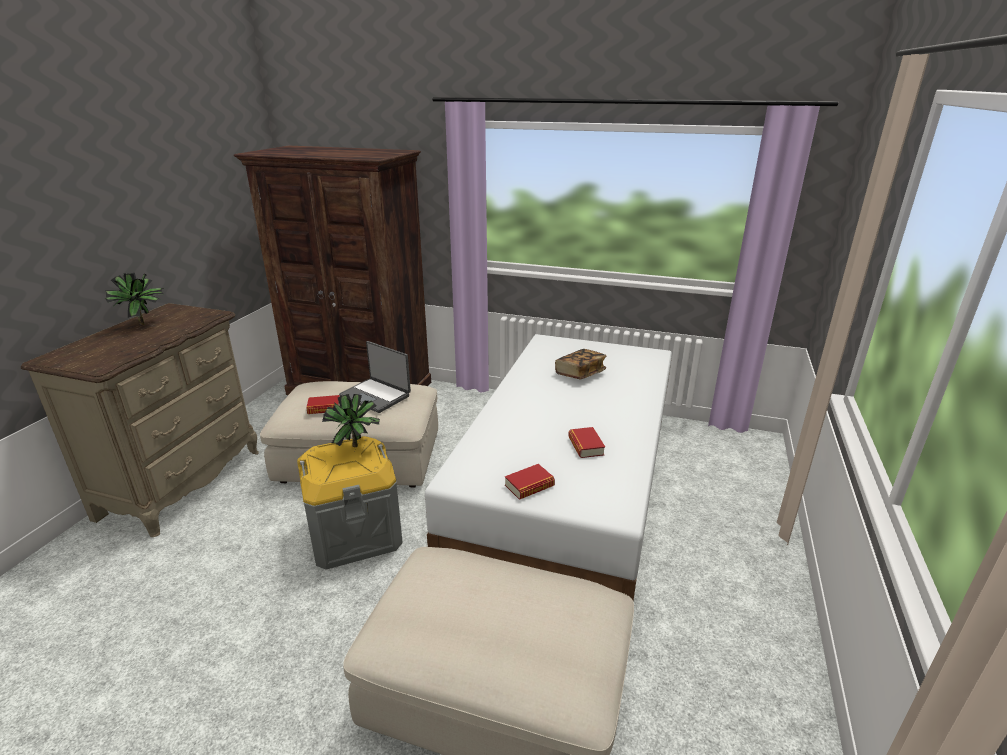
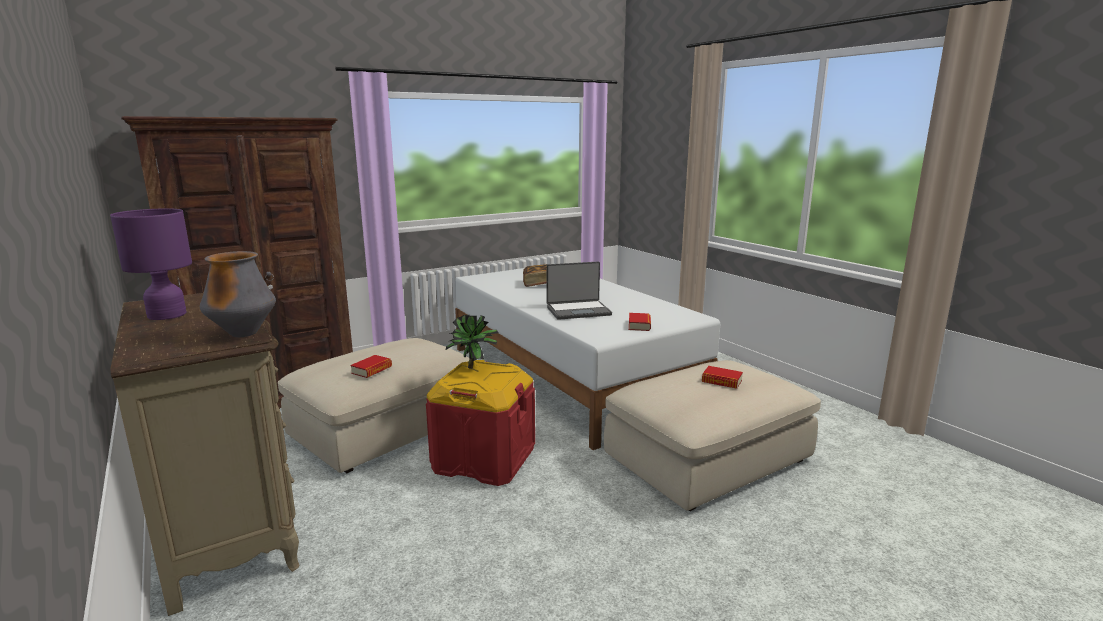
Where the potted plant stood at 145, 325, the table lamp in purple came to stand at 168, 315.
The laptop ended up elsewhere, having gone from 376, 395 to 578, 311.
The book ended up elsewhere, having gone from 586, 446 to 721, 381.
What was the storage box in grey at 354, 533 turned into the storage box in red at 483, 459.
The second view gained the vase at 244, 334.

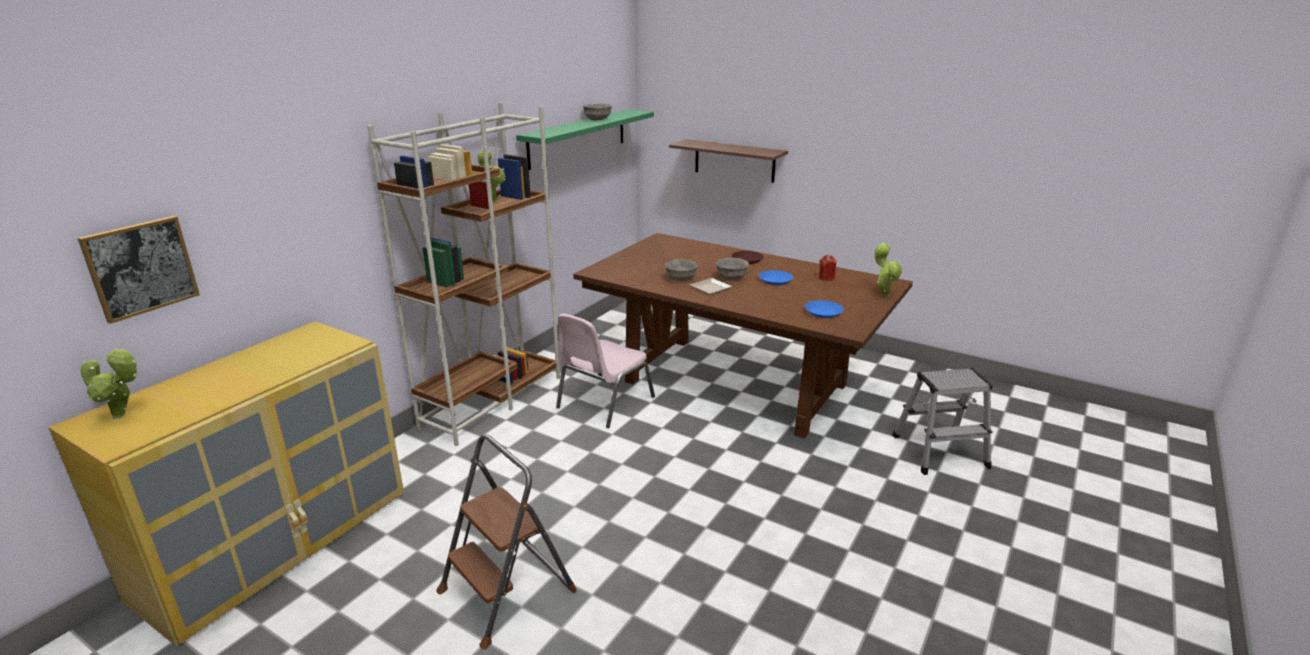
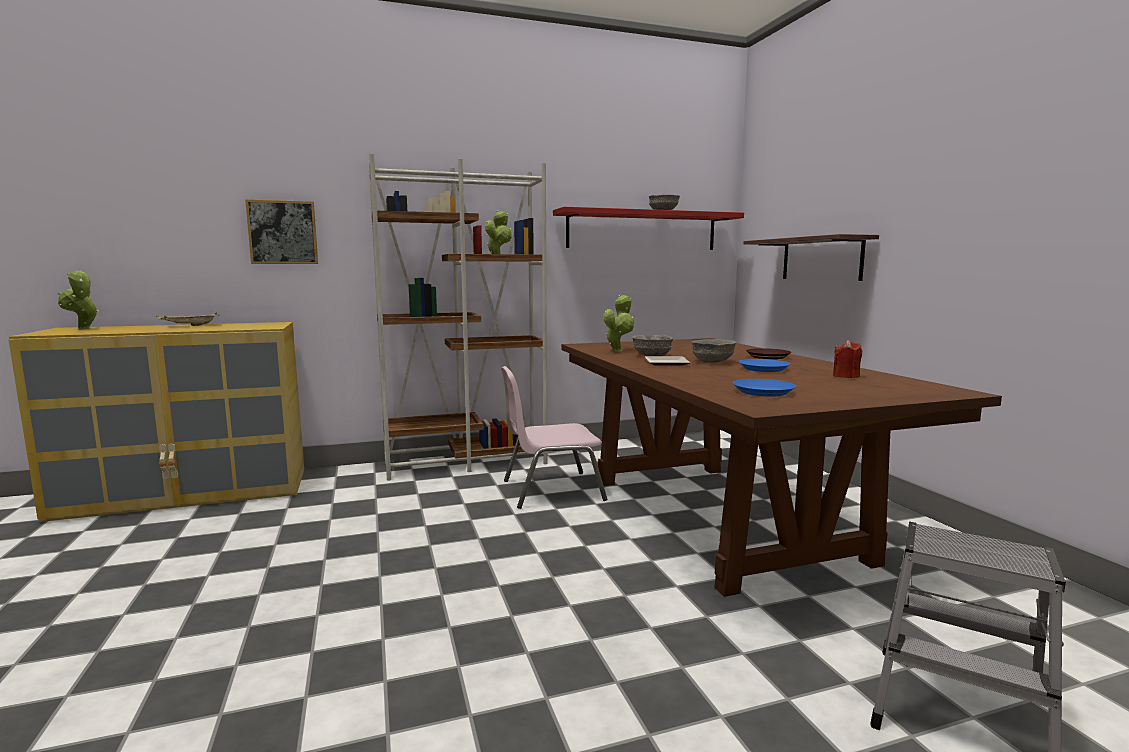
What was the shelf in green at 578, 138 turned into the shelf in red at 642, 230.
The picture ended up elsewhere, having gone from 141, 267 to 283, 232.
The potted plant ended up elsewhere, having gone from 884, 294 to 618, 350.
The second view lost the step ladder in brown at 512, 588.
The second view gained the tray in beige at 189, 326.

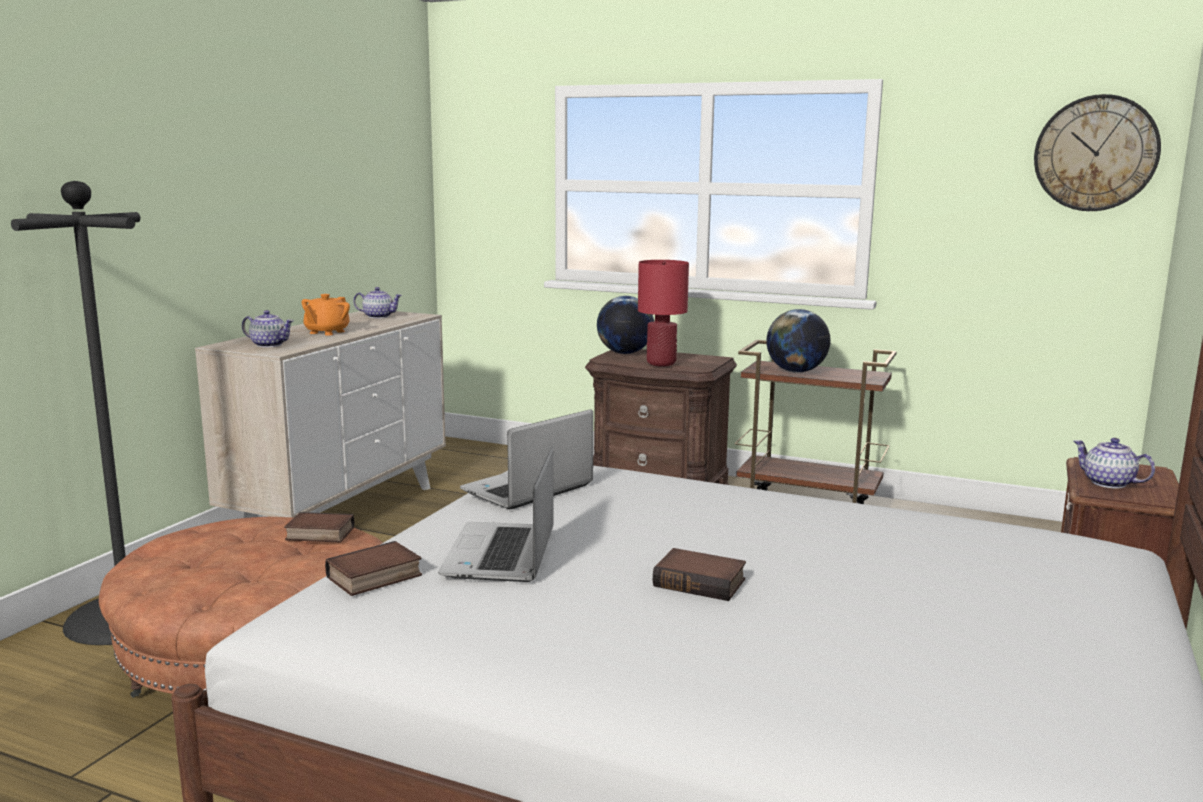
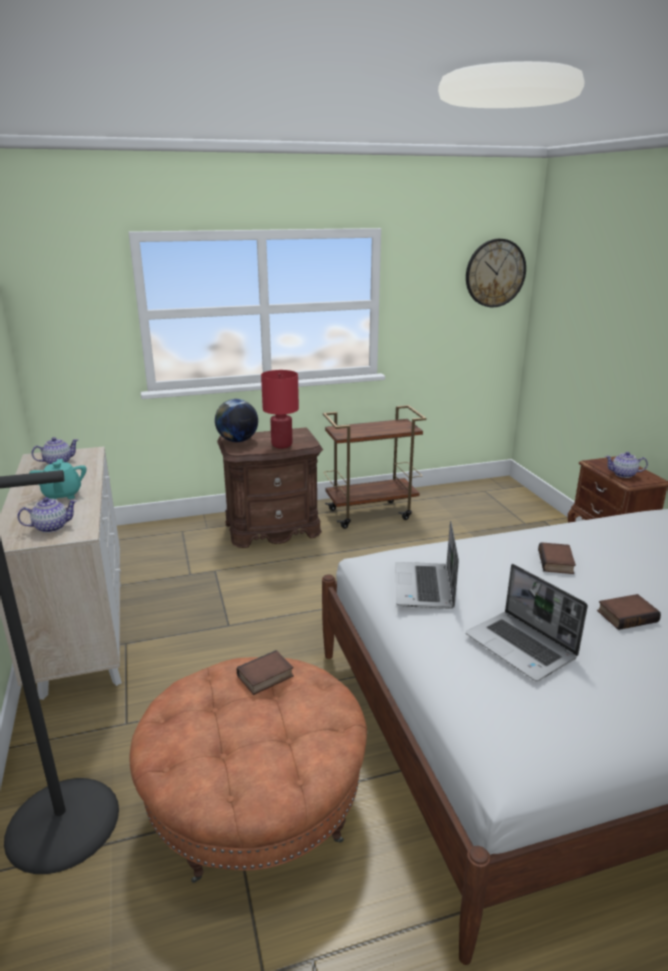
What was the teapot in orange at 326, 332 turned into the teapot in turquoise at 62, 495.
The second view lost the globe at 796, 371.
The book ended up elsewhere, having gone from 374, 577 to 557, 562.

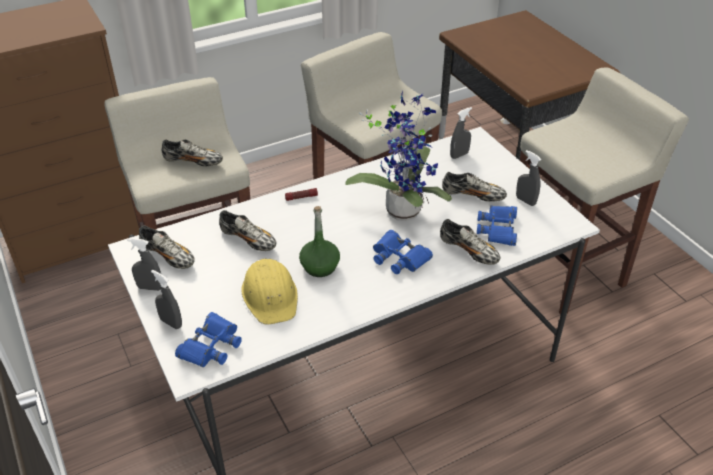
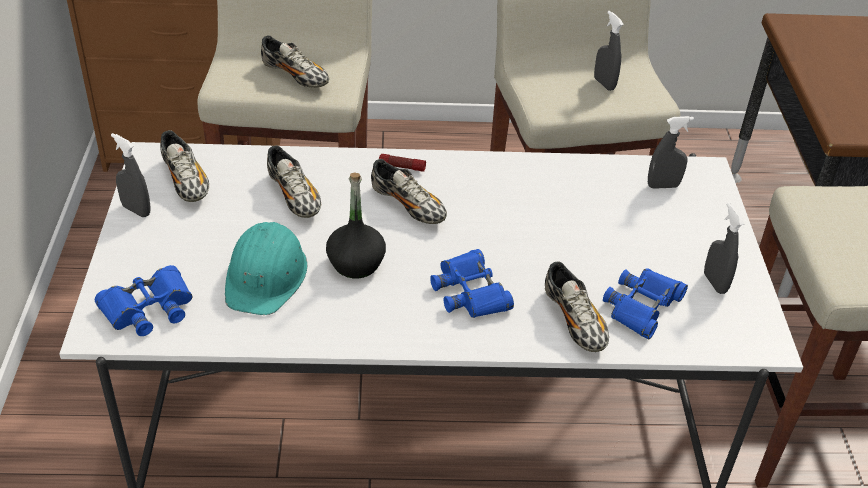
The second view lost the potted plant at 403, 208.
The shoe ended up elsewhere, having gone from 473, 195 to 408, 206.
What was the bottle in green at 319, 267 turned into the bottle in black at 355, 263.
What was the hard hat in yellow at 270, 296 turned into the hard hat in turquoise at 266, 276.
The spray bottle in grey ended up elsewhere, having gone from 171, 323 to 604, 84.

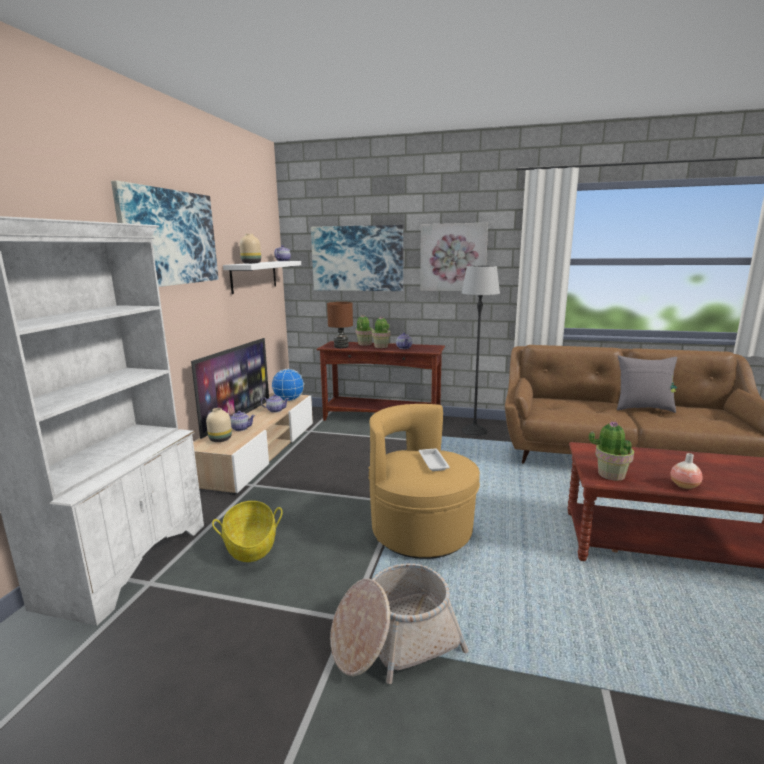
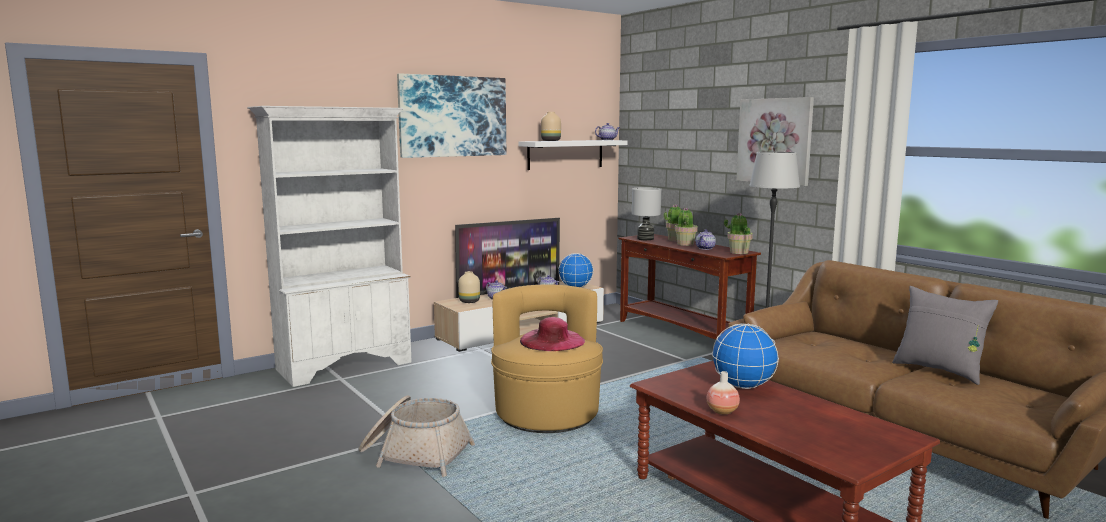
The second view lost the picture at 357, 258.
What was the table lamp in brown at 341, 347 turned into the table lamp in grey at 645, 239.
The potted plant ended up elsewhere, having gone from 610, 474 to 738, 252.
Where the tray in white stood at 433, 462, the hat in pink came to stand at 552, 340.
The second view lost the basket at 250, 545.
The second view gained the globe at 742, 386.

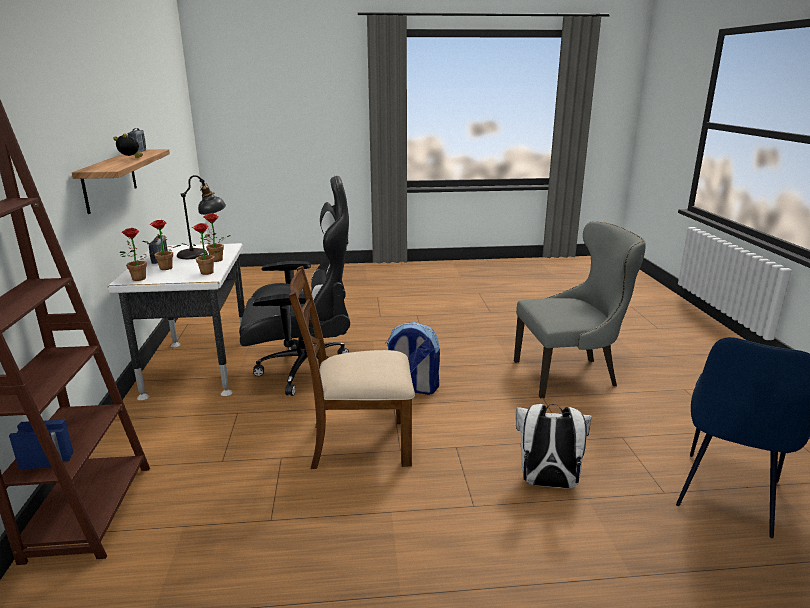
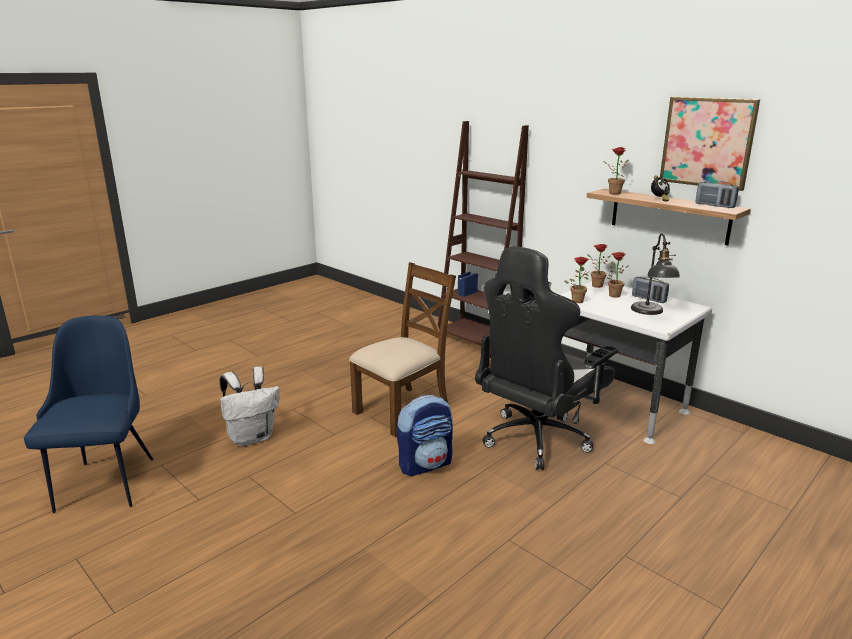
The potted plant ended up elsewhere, having gone from 216, 261 to 612, 193.
The second view lost the chair in grey at 569, 375.
The second view gained the picture at 707, 142.

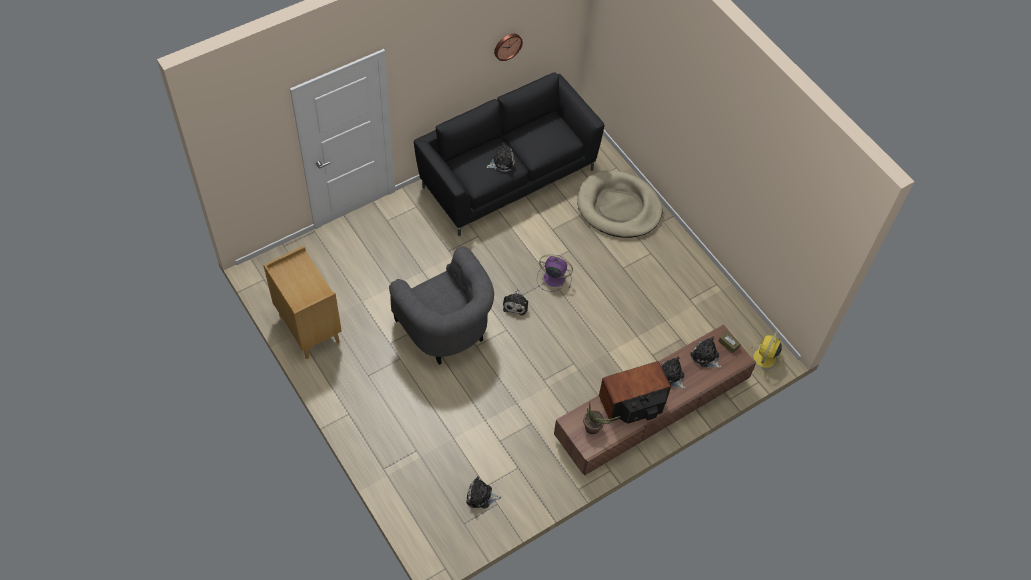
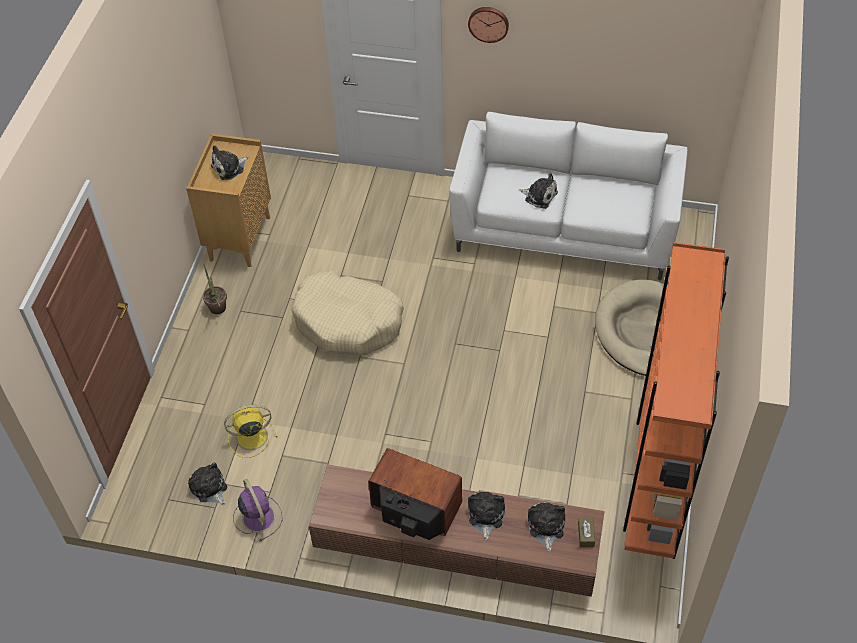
The wall clock ended up elsewhere, having gone from 507, 46 to 488, 23.
What was the sofa in black at 507, 177 turned into the sofa in white at 564, 230.
Where the armchair in grey stood at 444, 330, the dog bed in beige came to stand at 348, 322.
The fan in purple ended up elsewhere, having gone from 553, 278 to 258, 516.
The plush toy ended up elsewhere, having gone from 516, 304 to 229, 168.
The fan in yellow ended up elsewhere, having gone from 764, 359 to 250, 437.
The potted plant ended up elsewhere, having gone from 595, 429 to 218, 311.
The second view gained the bookcase in orange at 656, 480.

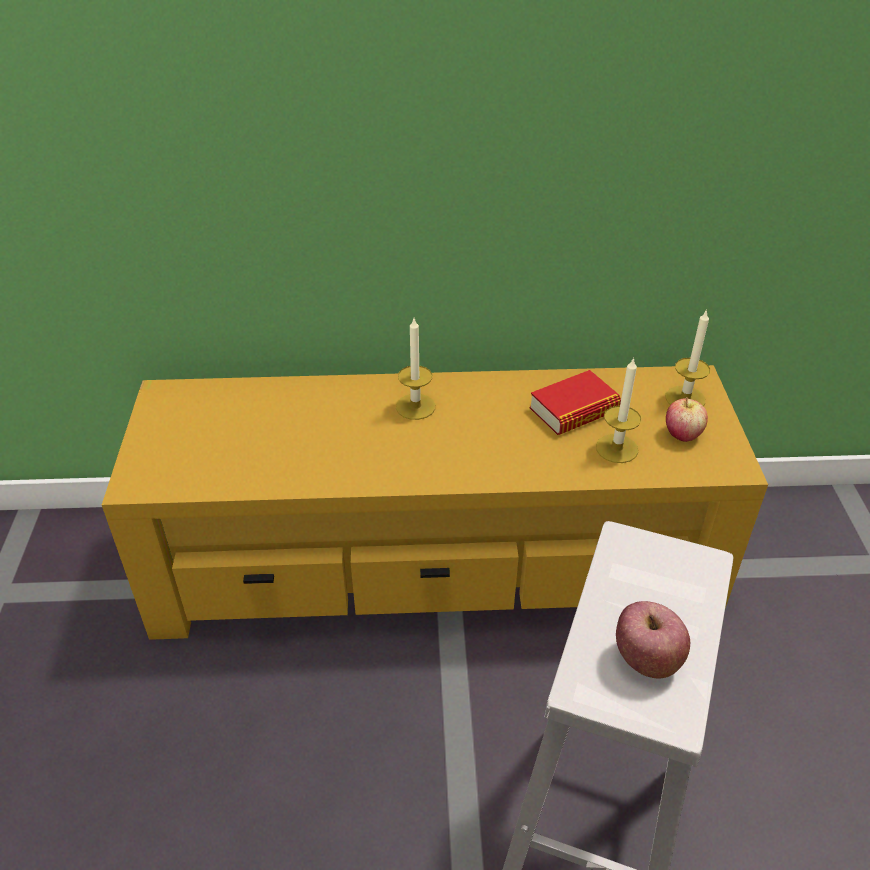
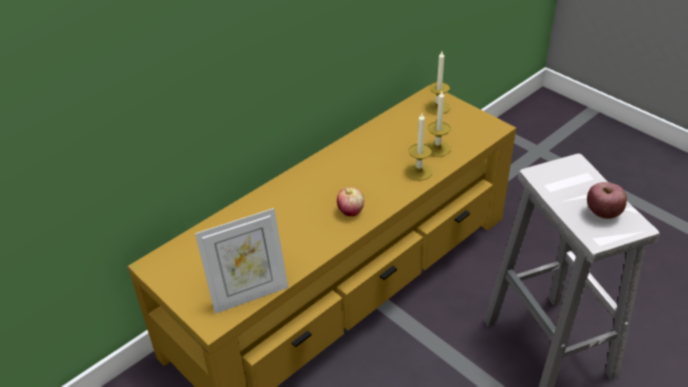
The candle ended up elsewhere, having gone from 415, 406 to 419, 171.
The second view lost the book at 574, 410.
The apple ended up elsewhere, having gone from 682, 434 to 350, 211.
The second view gained the picture frame at 249, 294.

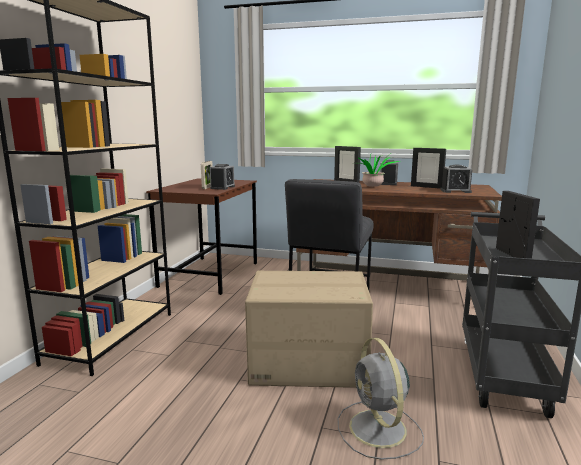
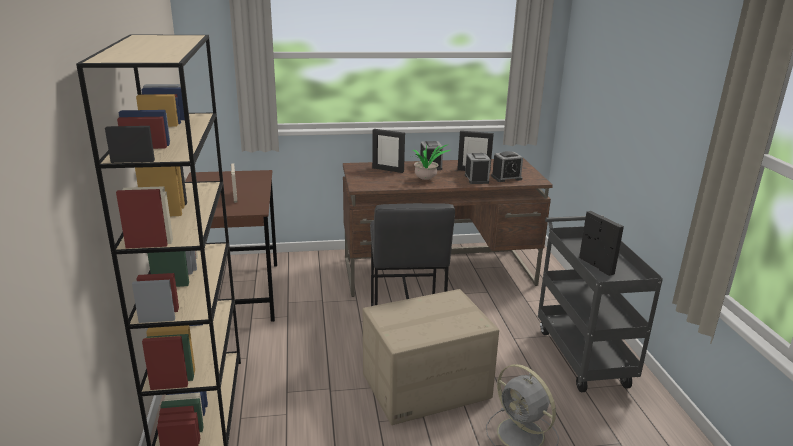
The alarm clock ended up elsewhere, having gone from 222, 187 to 476, 179.

